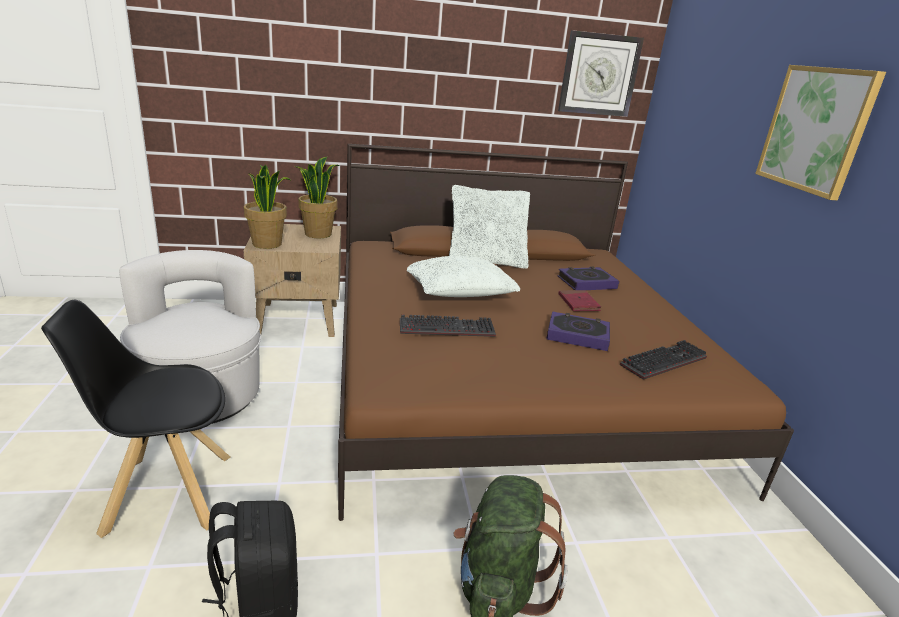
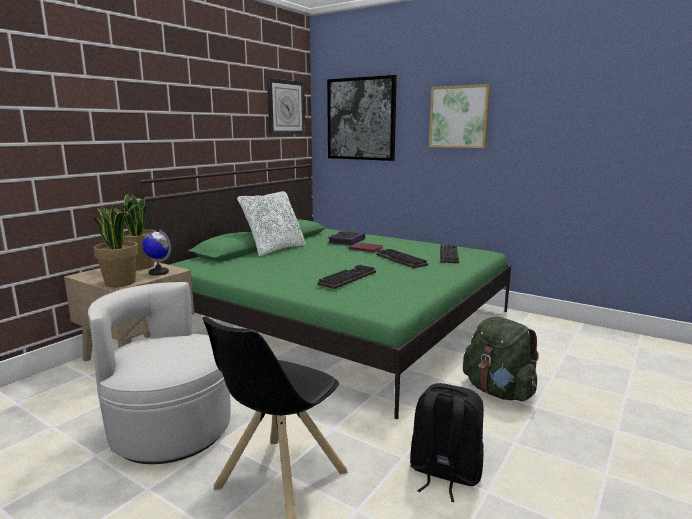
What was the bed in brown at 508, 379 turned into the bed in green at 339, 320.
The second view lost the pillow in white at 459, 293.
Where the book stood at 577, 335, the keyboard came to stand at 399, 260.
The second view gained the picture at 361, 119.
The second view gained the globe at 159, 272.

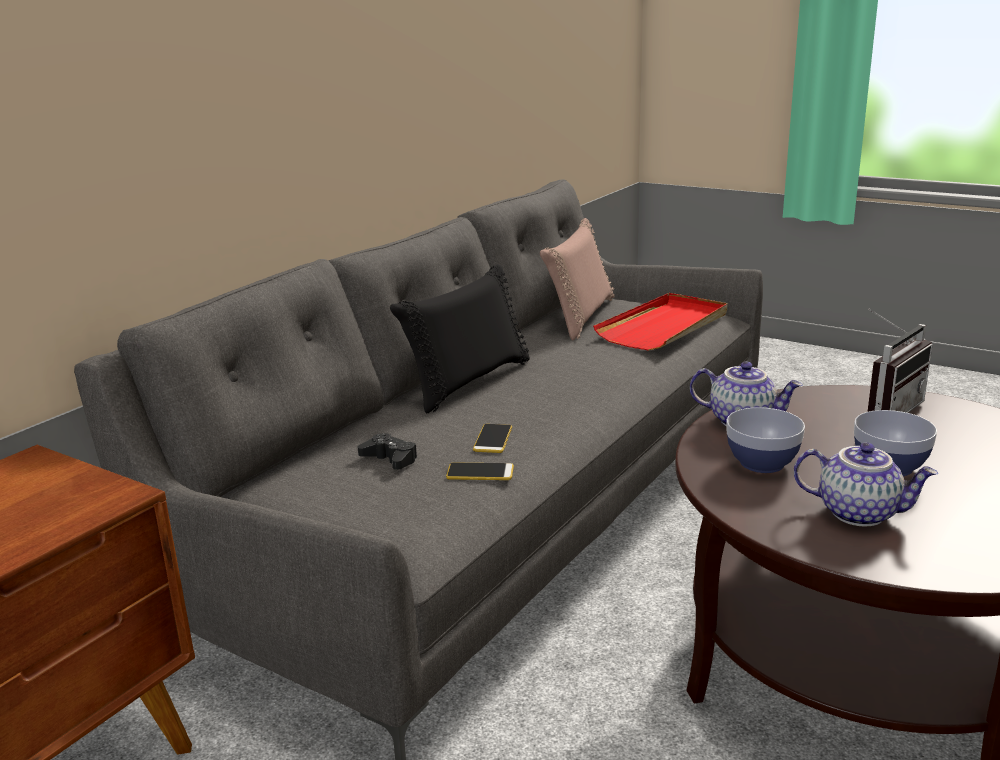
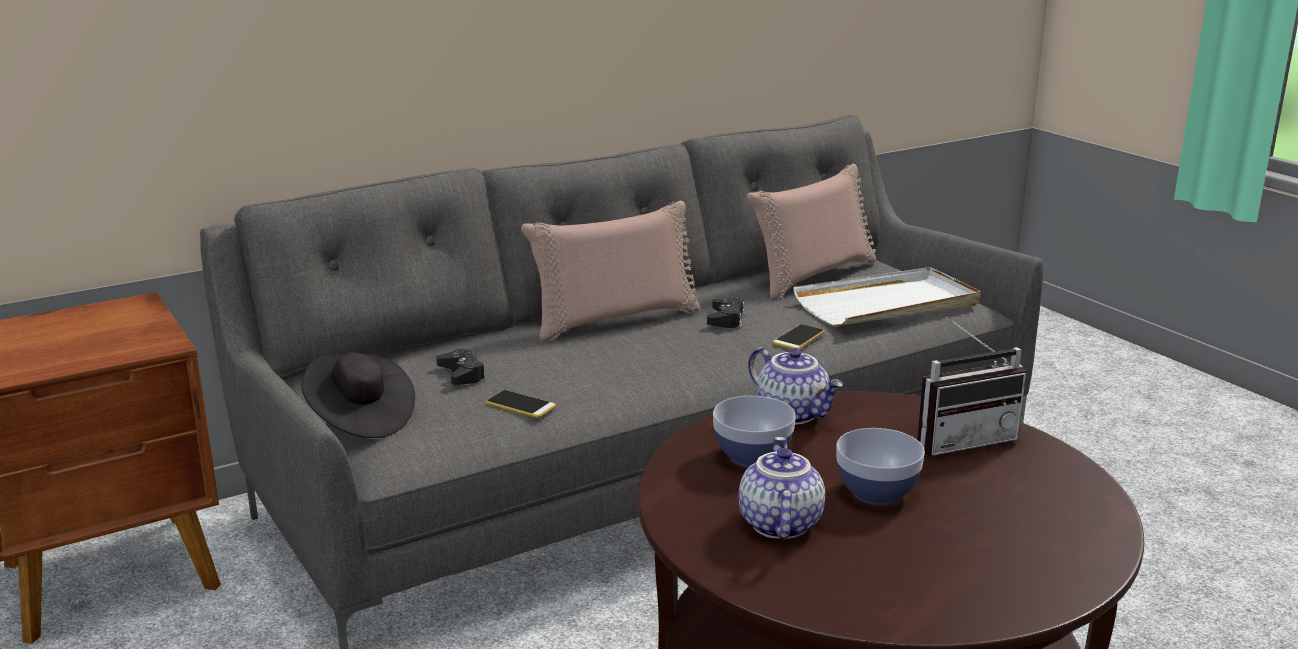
What was the pillow in black at 468, 382 turned into the pillow in beige at 614, 320.
What was the tray in red at 664, 326 turned into the tray in white at 888, 304.
The phone ended up elsewhere, having gone from 493, 439 to 798, 338.
The teapot at 859, 512 ended up facing another way, 135 degrees counterclockwise from before.
The second view gained the game controller in black at 726, 319.
The second view gained the hat in black at 360, 419.

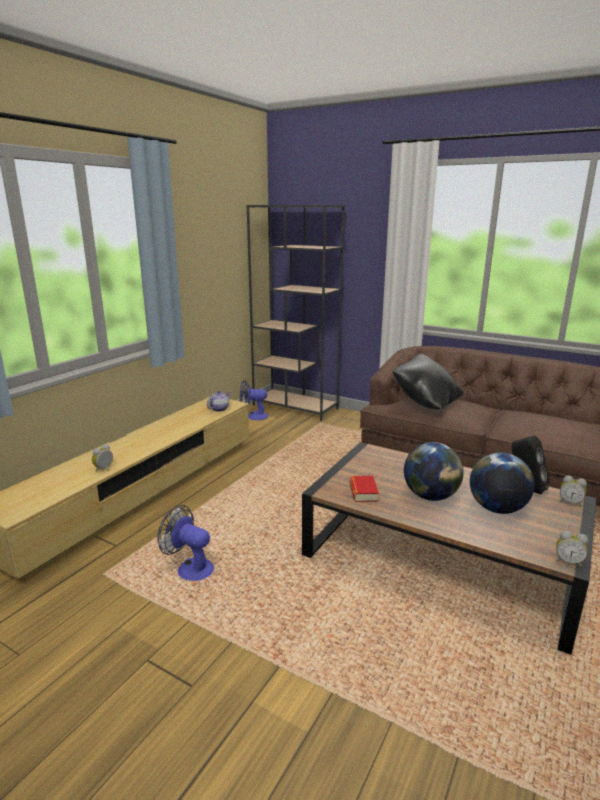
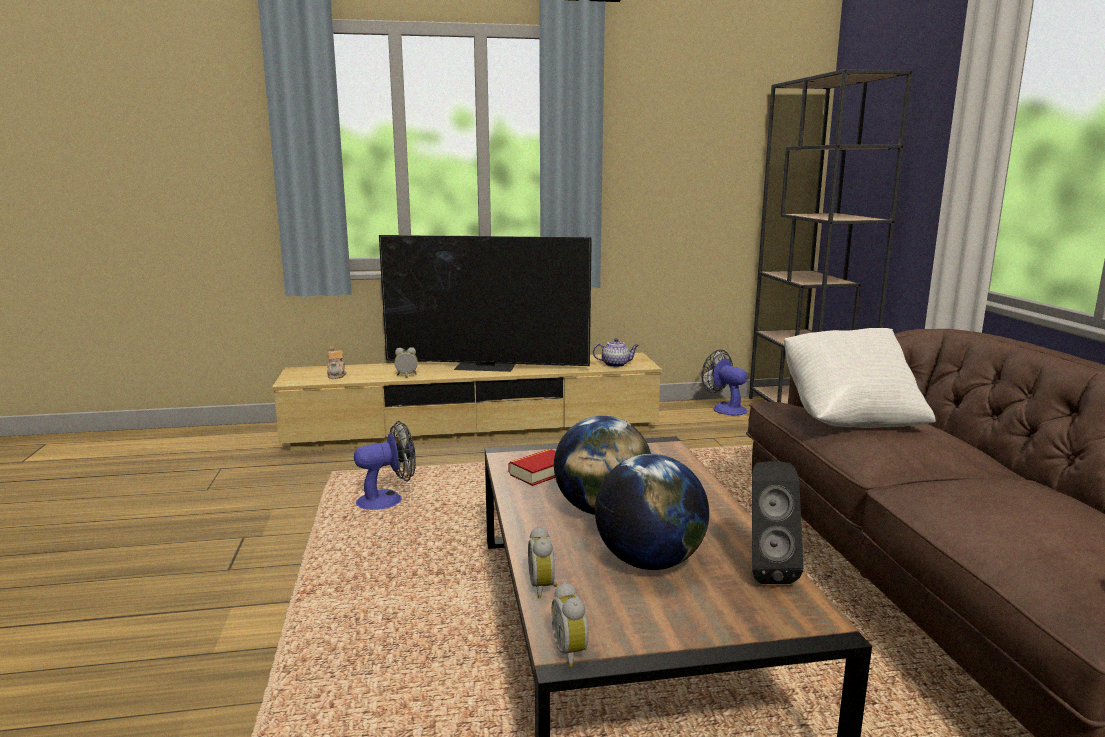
What was the pillow in black at 425, 403 turned into the pillow in white at 849, 417.
The alarm clock ended up elsewhere, having gone from 570, 502 to 544, 587.
The fan at 190, 568 ended up facing another way, 75 degrees clockwise from before.
The second view gained the television at 486, 366.
The second view gained the teapot at 336, 375.

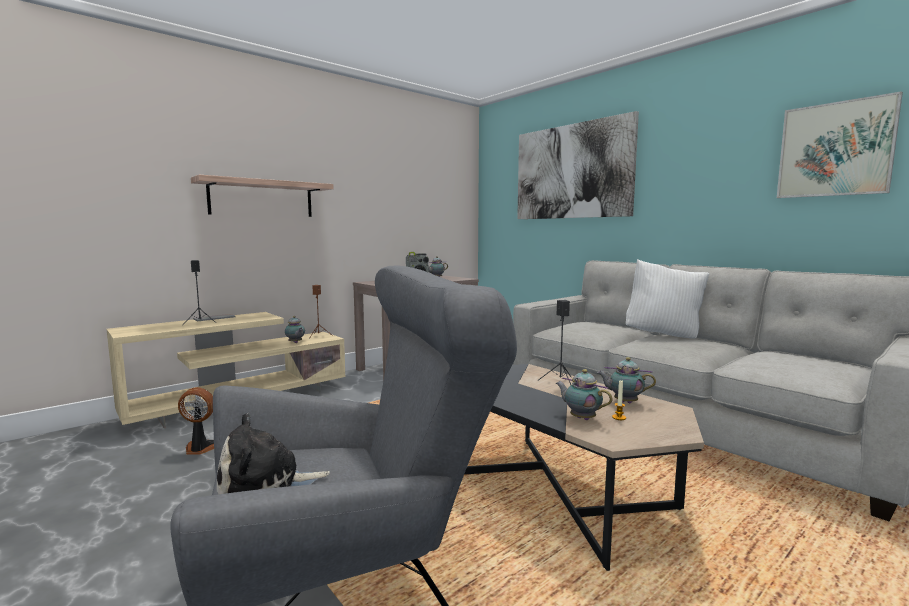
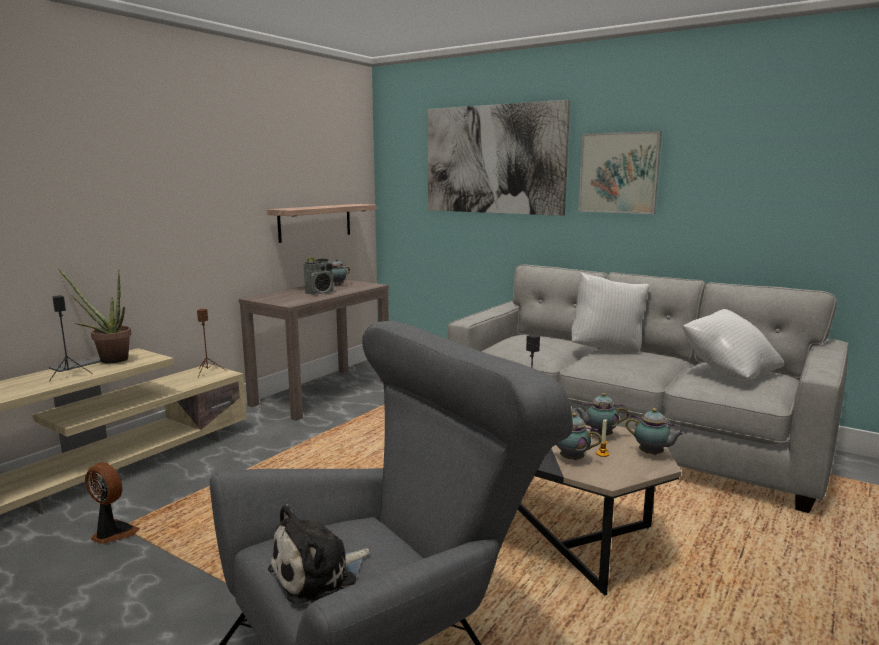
The picture ended up elsewhere, having gone from 835, 149 to 618, 173.
The shelf ended up elsewhere, having gone from 262, 198 to 315, 222.
The teapot ended up elsewhere, having gone from 295, 343 to 652, 454.
The fan at 201, 448 ended up facing another way, 45 degrees clockwise from before.
The second view gained the potted plant at 108, 359.
The second view gained the pillow in white at 728, 373.

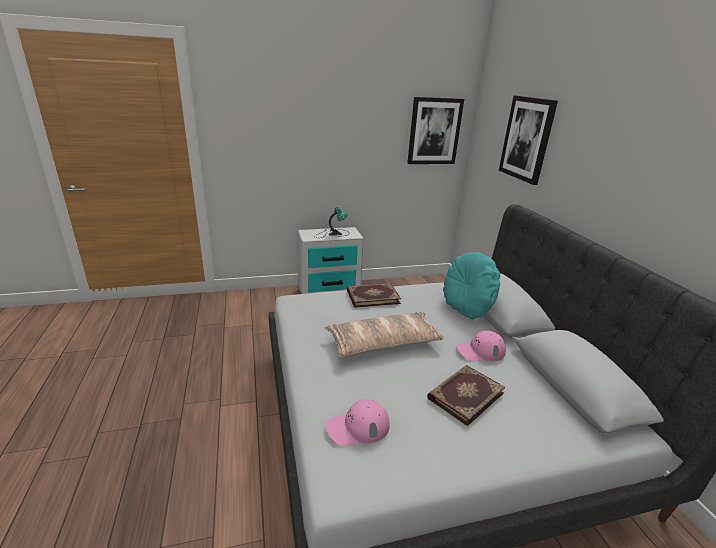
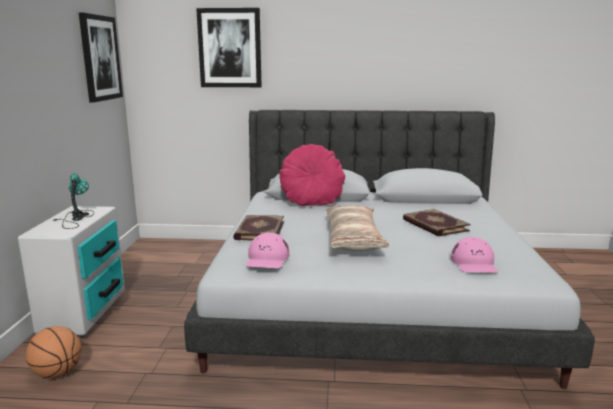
What was the pillow in turquoise at 465, 309 turned into the pillow in pink at 312, 204.
The cap in pink ended up elsewhere, having gone from 480, 351 to 267, 259.
The second view gained the basketball at 57, 373.

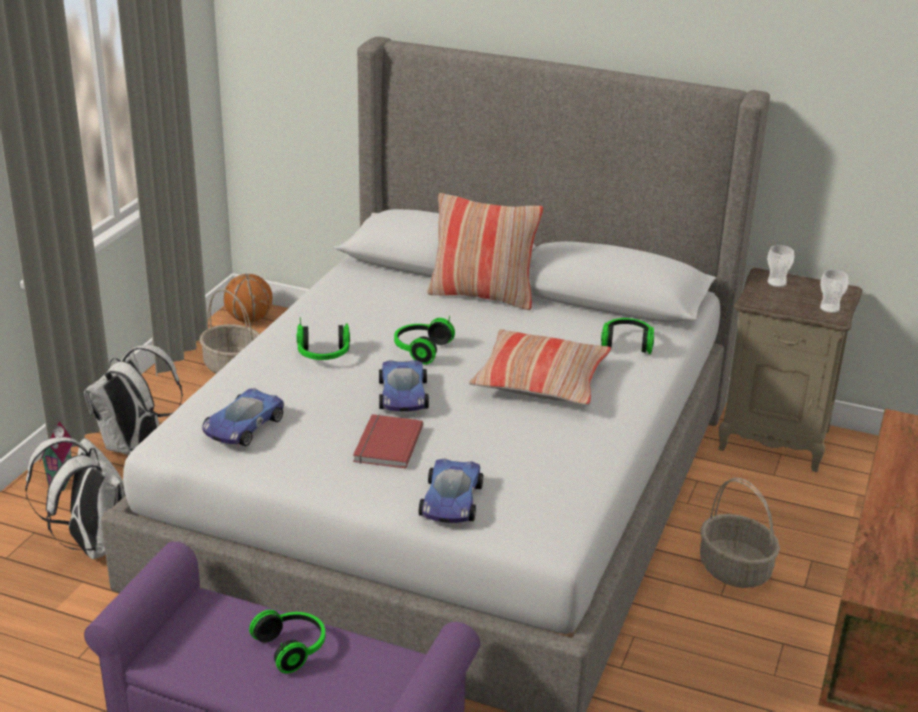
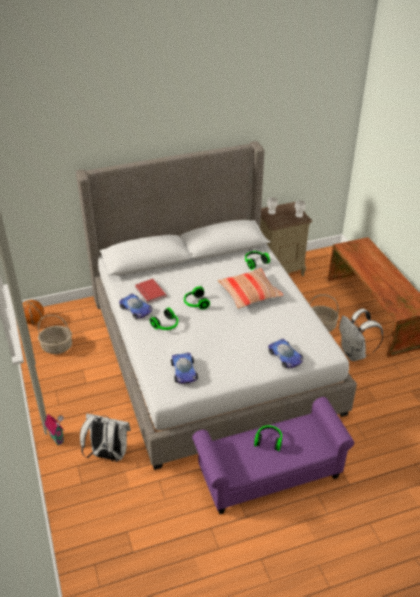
The second view lost the pillow at 482, 295.
The backpack in white ended up elsewhere, having gone from 135, 446 to 354, 354.
The toy car ended up elsewhere, having gone from 403, 395 to 136, 309.
The book in red ended up elsewhere, having gone from 385, 444 to 149, 292.

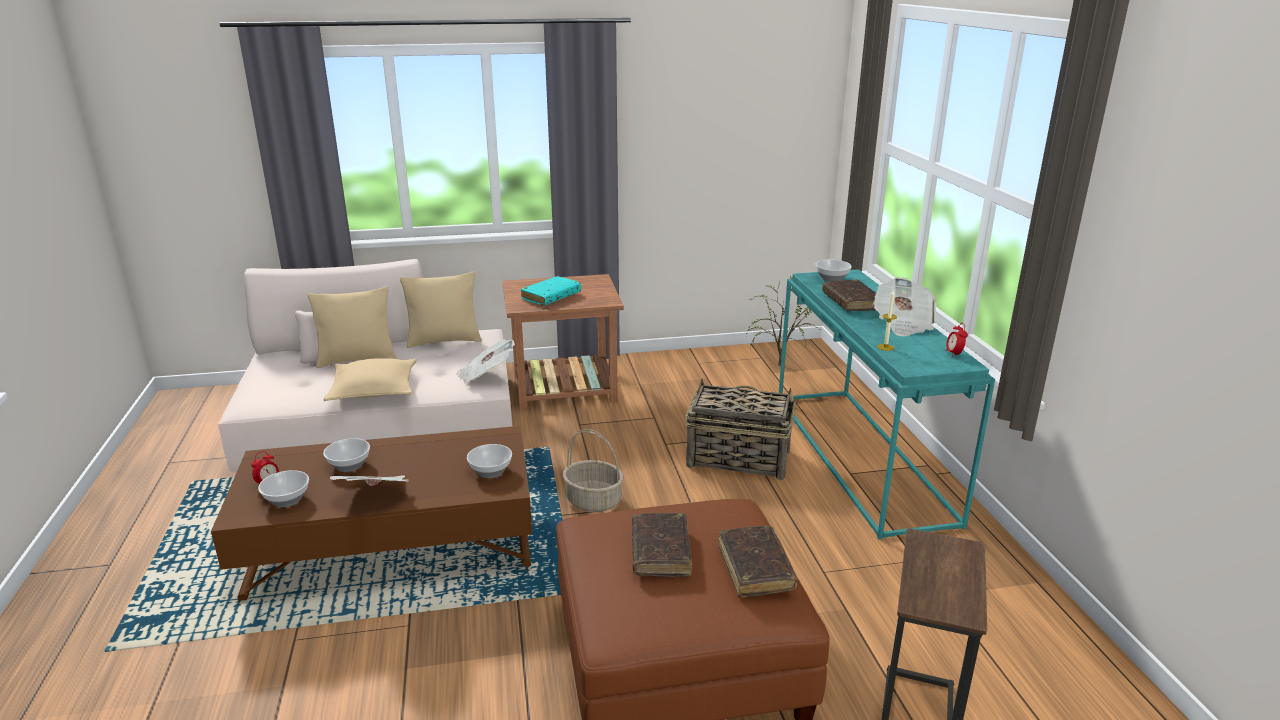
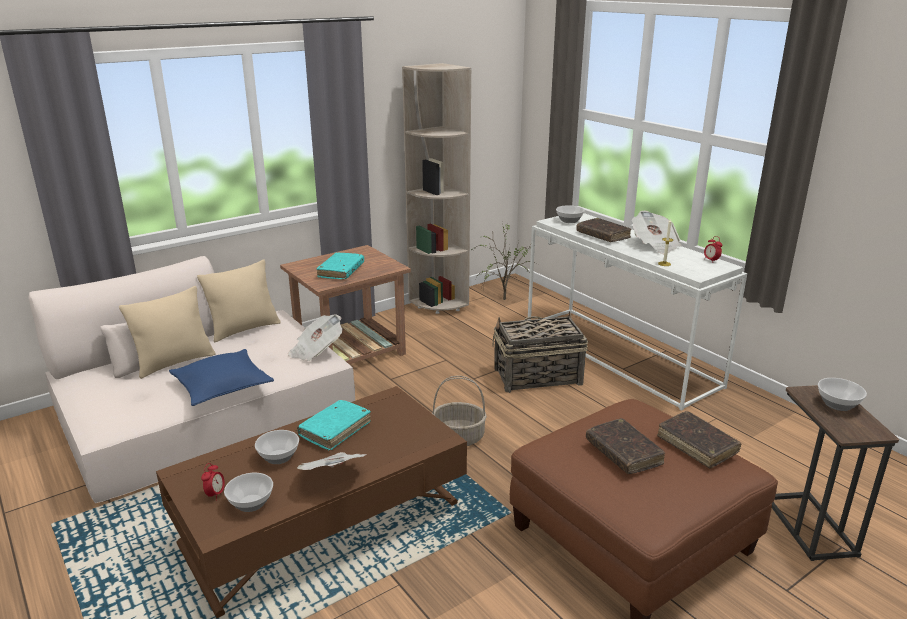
What was the console table in turquoise at 862, 457 turned into the console table in white at 620, 355.
What was the pillow in beige at 374, 390 turned into the pillow in blue at 222, 386.
The bowl ended up elsewhere, having gone from 490, 472 to 838, 405.
The second view gained the bookcase in beige at 439, 308.
The second view gained the book in turquoise at 335, 430.

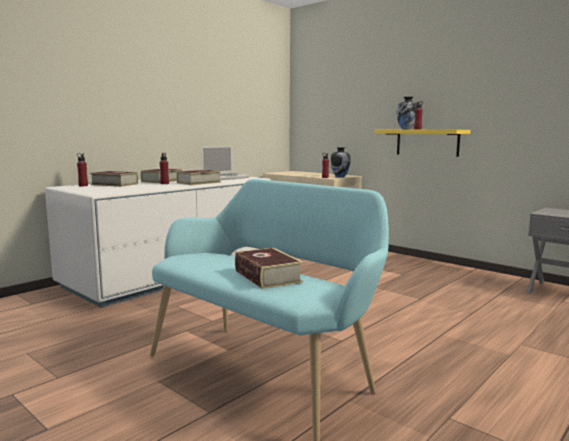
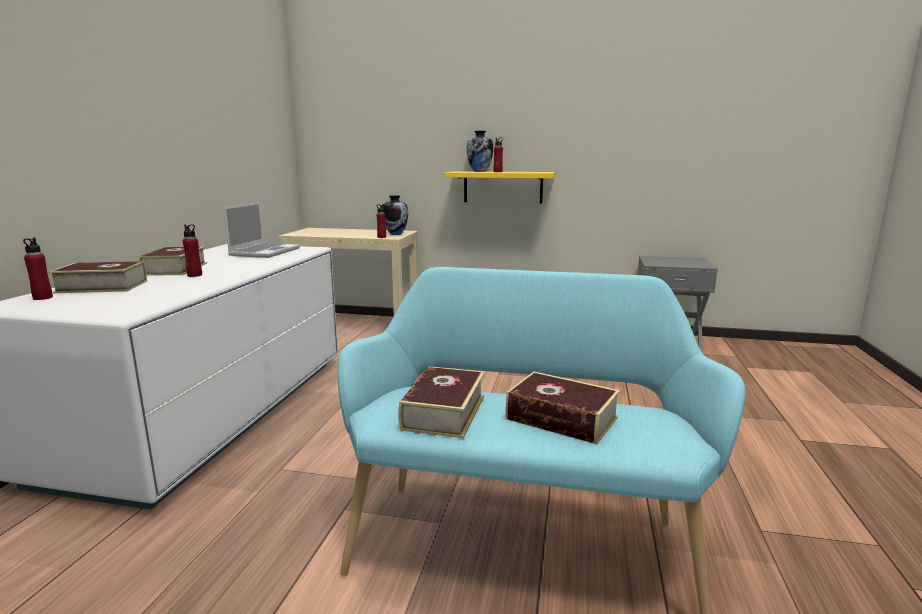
The book ended up elsewhere, having gone from 199, 182 to 444, 412.

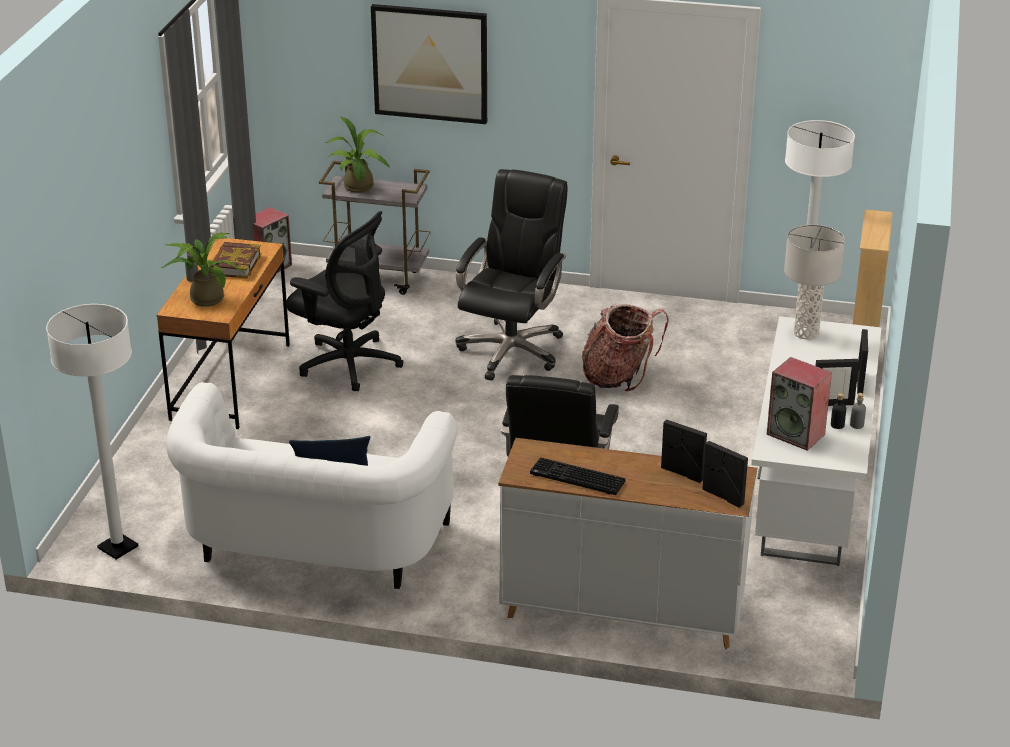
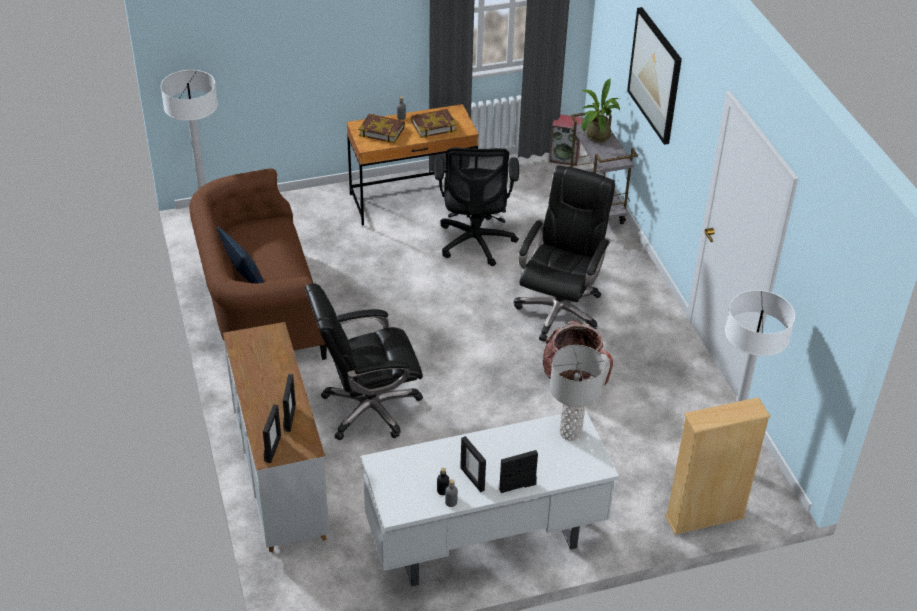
The office chair in black at 512, 350 ended up facing another way, 60 degrees counterclockwise from before.
Where the potted plant stood at 204, 297, the book came to stand at 382, 131.
The second view lost the speaker at 796, 434.
What was the sofa in white at 315, 545 turned into the sofa in brown at 261, 309.
The second view lost the keyboard at 575, 478.

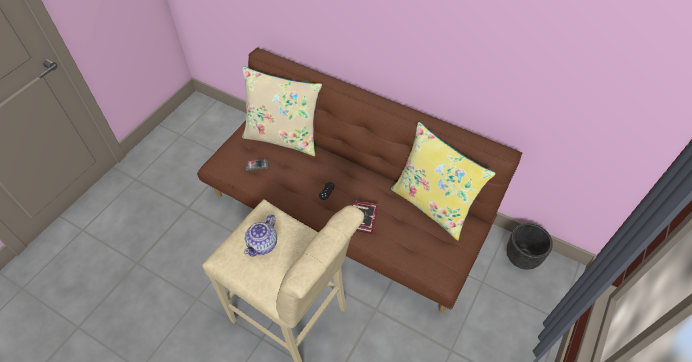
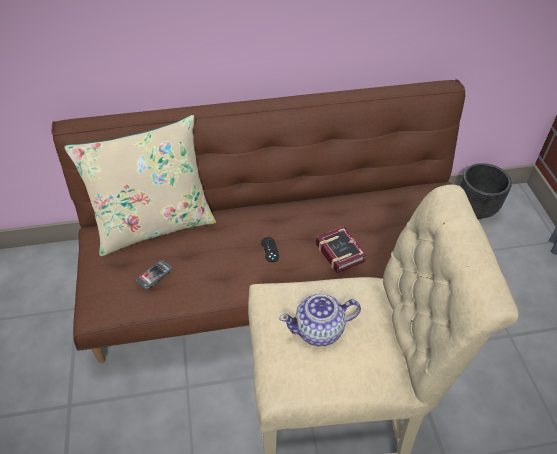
The second view lost the pillow in yellow at 432, 205.
The teapot at 263, 244 ended up facing another way, 90 degrees clockwise from before.

